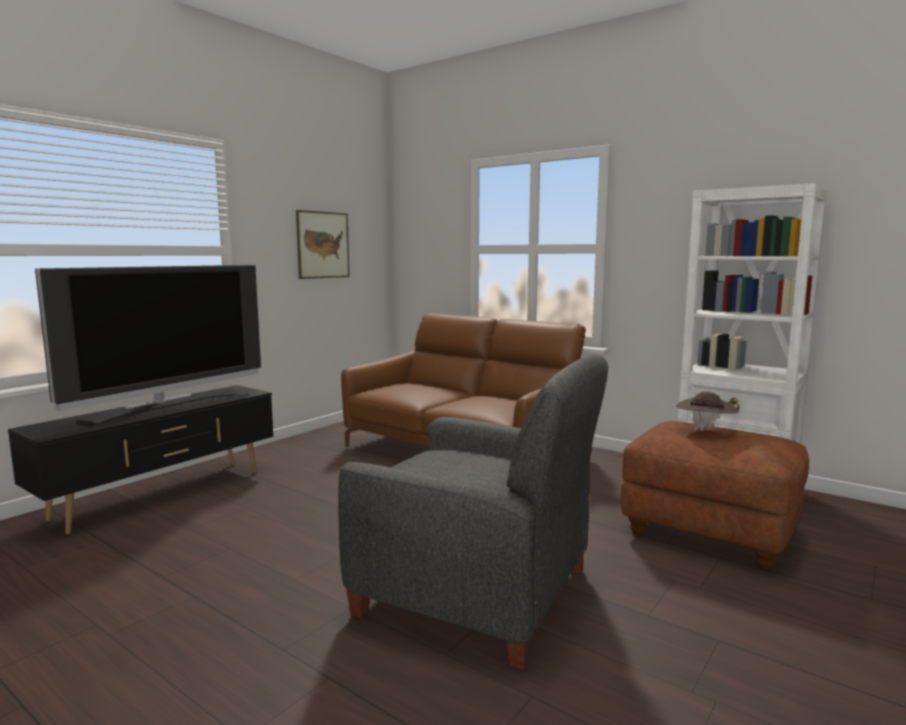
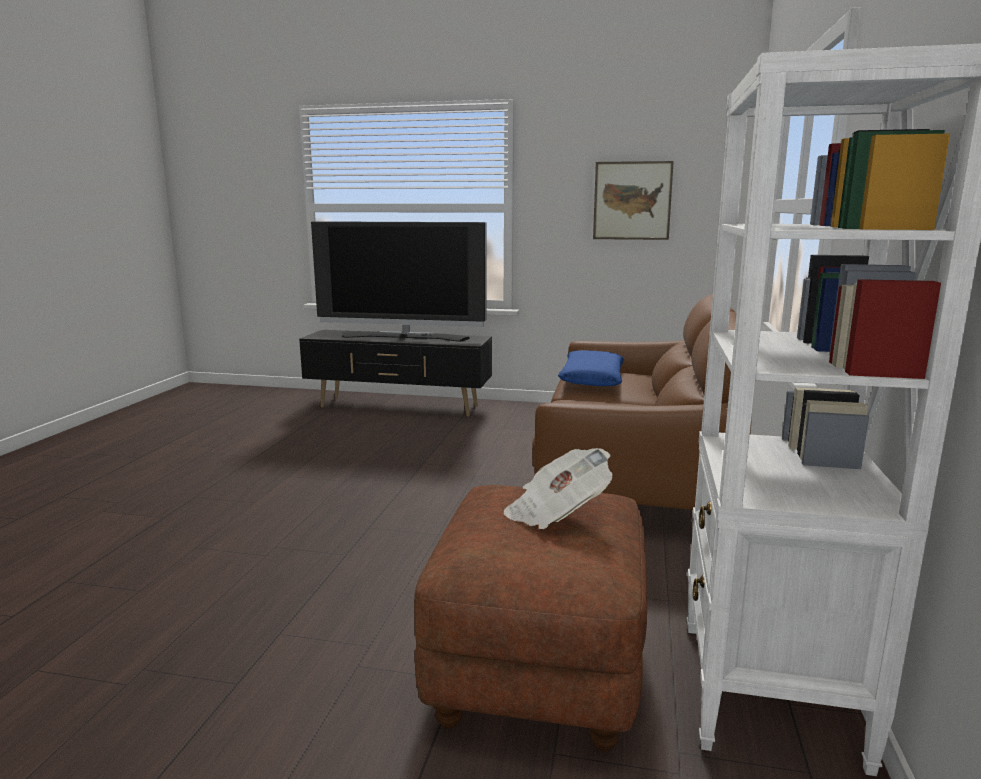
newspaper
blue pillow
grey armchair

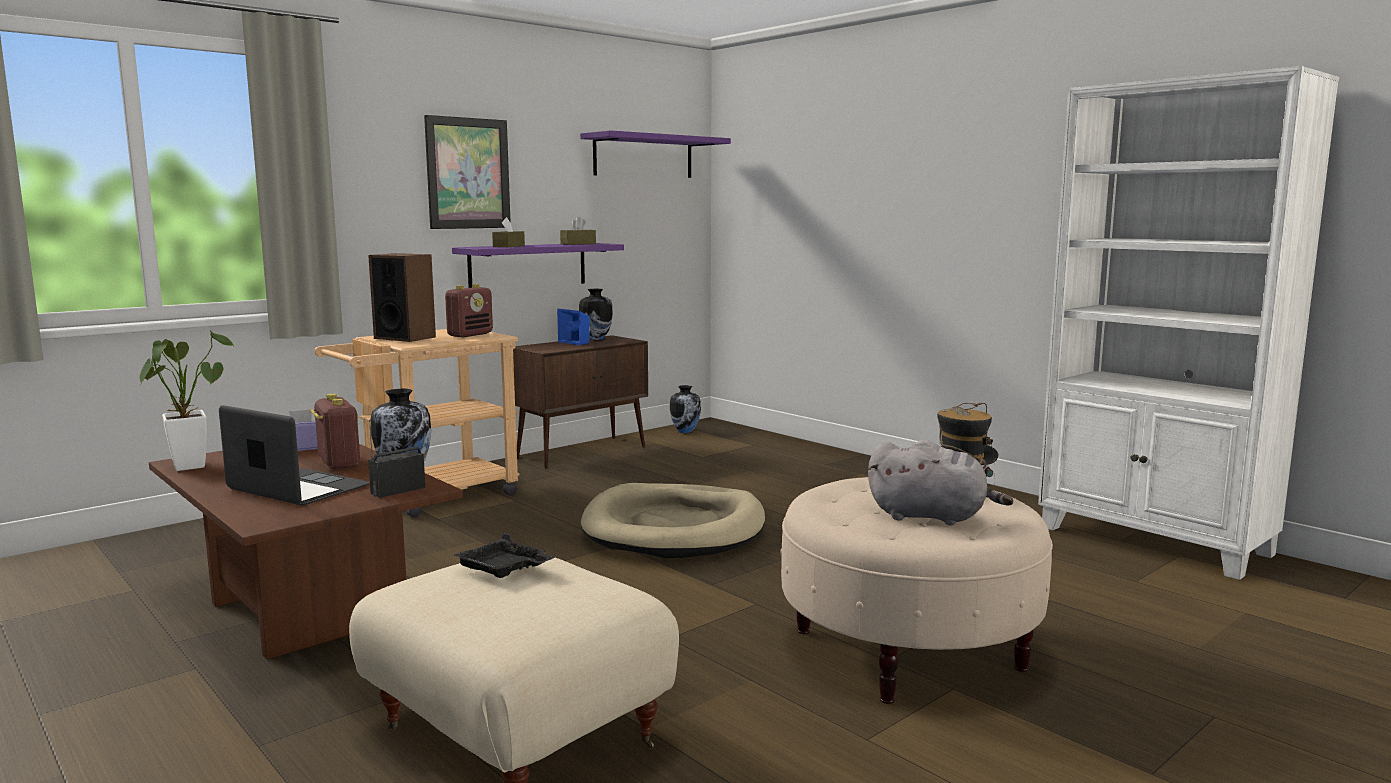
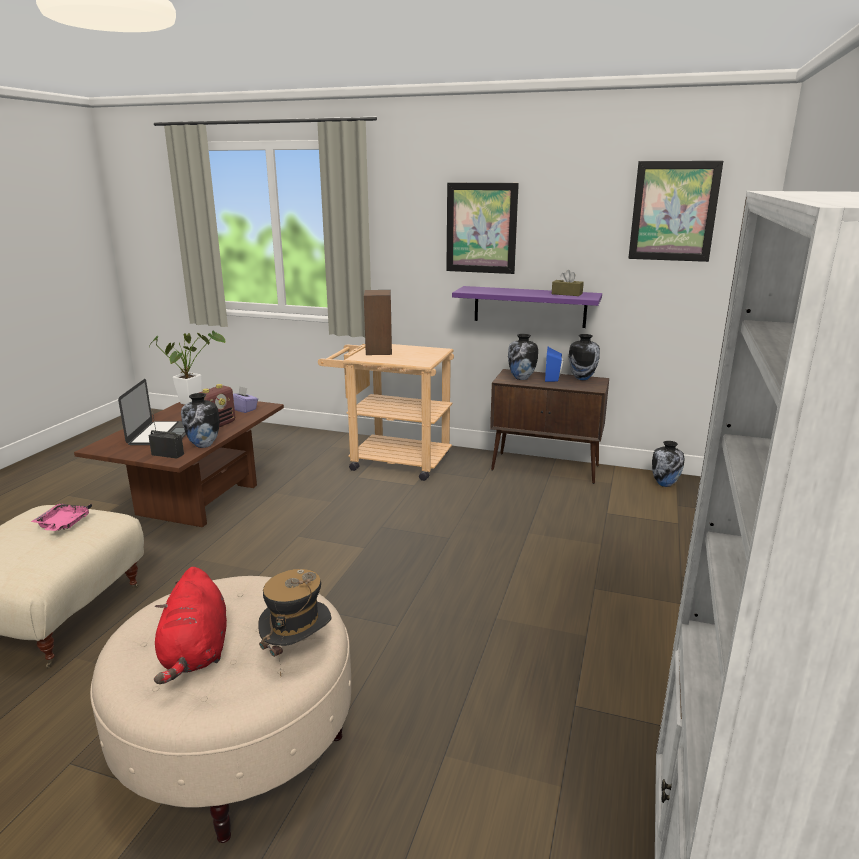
pink tray
red plush toy
vase (2nd from left)
picture (2nd from left)
radio (3rd from left in the first image)
brown tissue box (1st from left in the first image)
beige dog bed

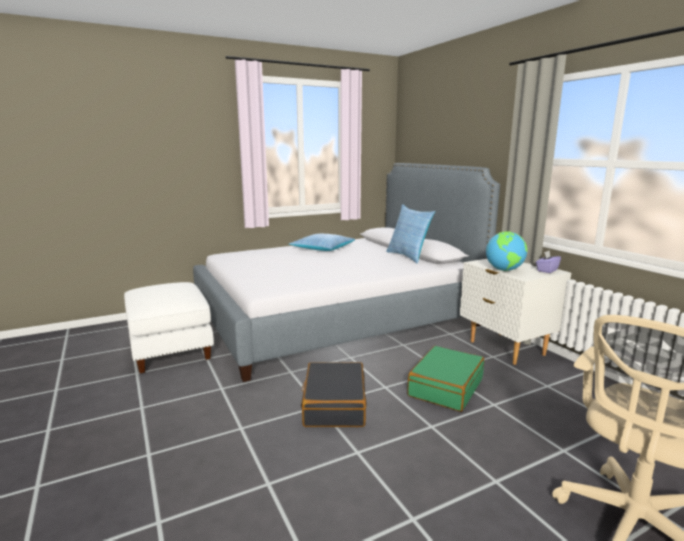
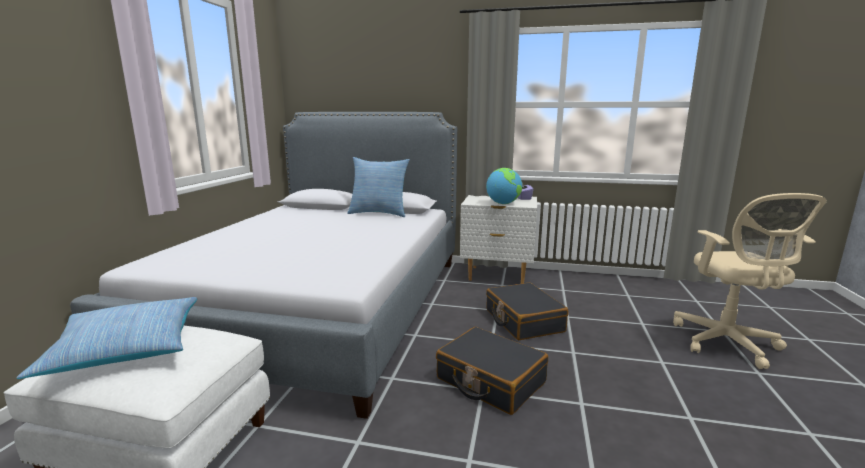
pillow (1st from left)
black suitcase (2nd from left)

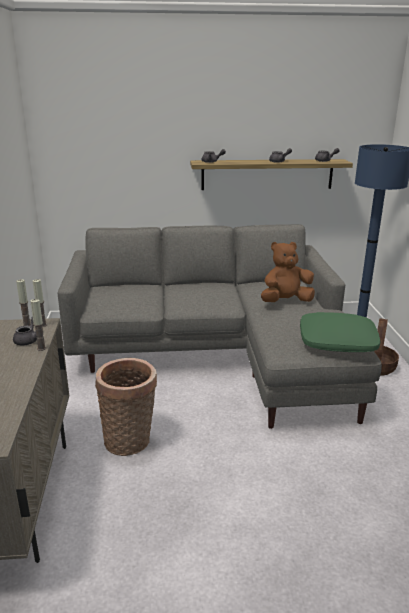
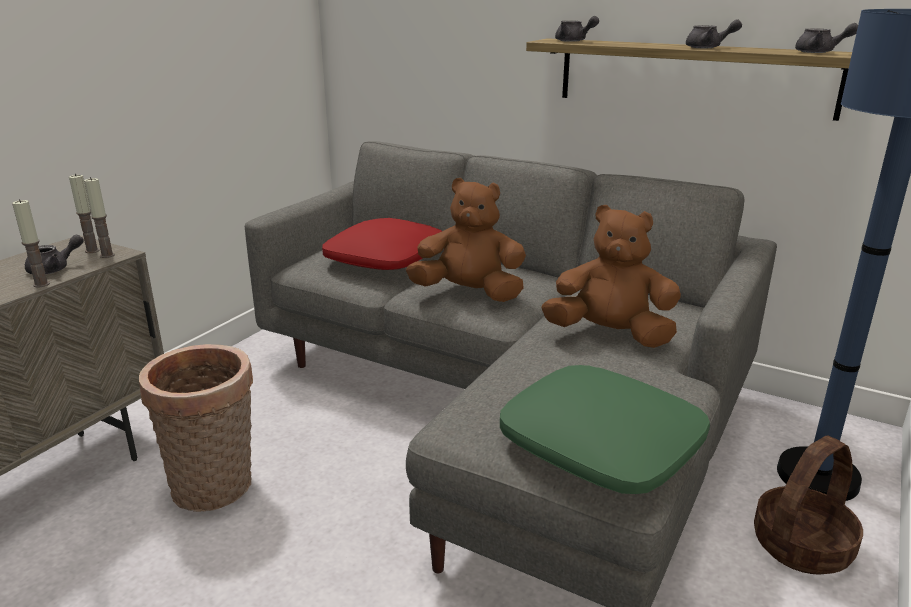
red pillow
brown plush toy (1st from left)

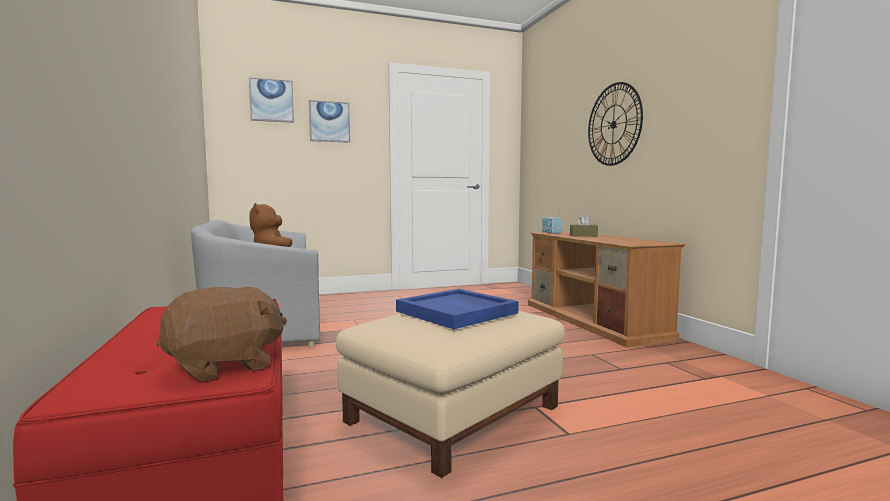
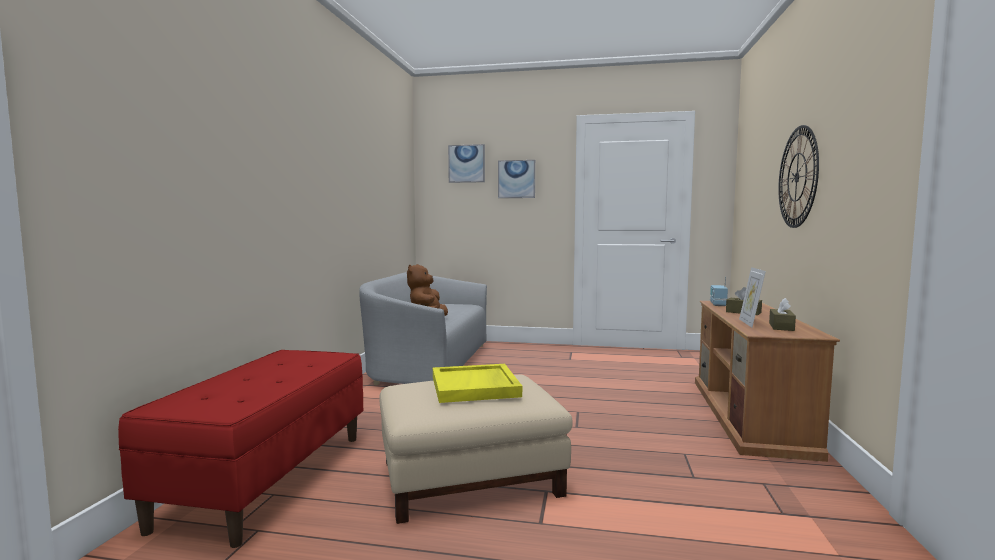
yellow tray
picture frame
brown tissue box (2nd from left)
brown plush toy (1st from left in the first image)

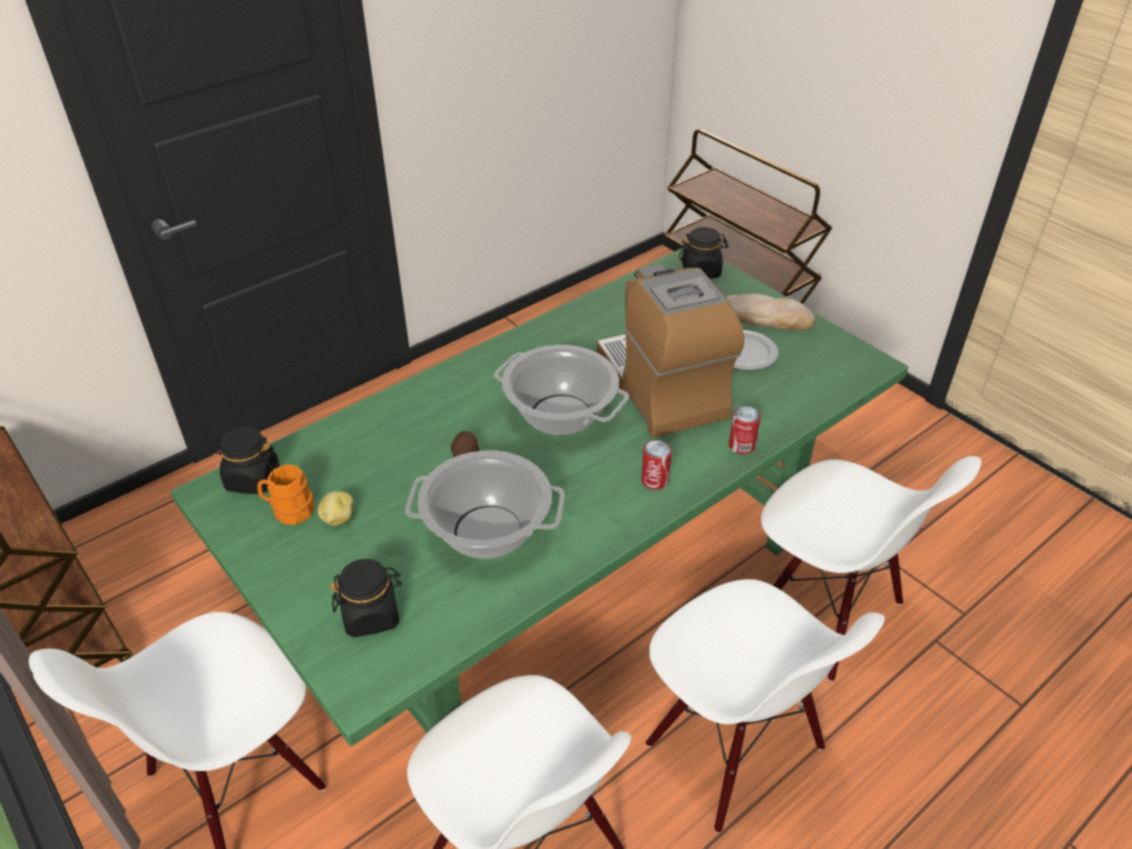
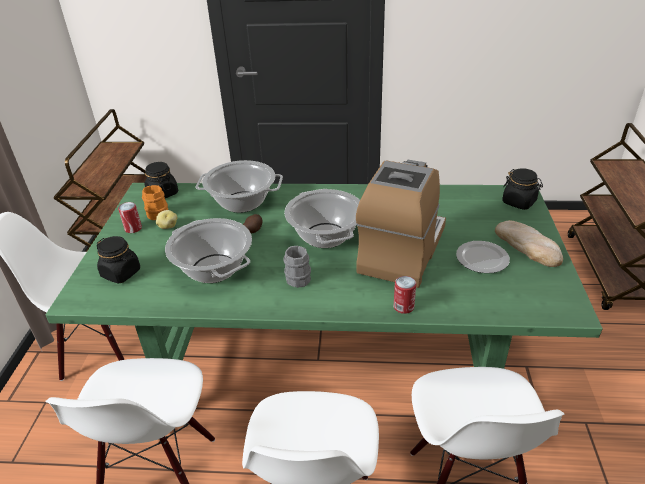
can (1st from left)
cooking pot (2nd from left)
grey mug

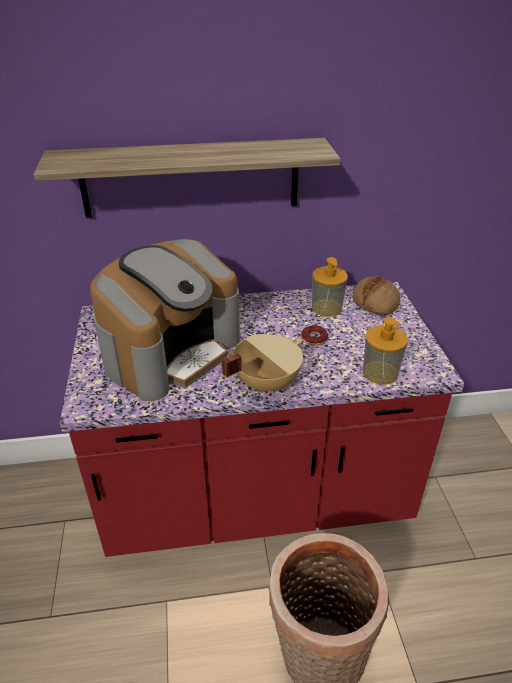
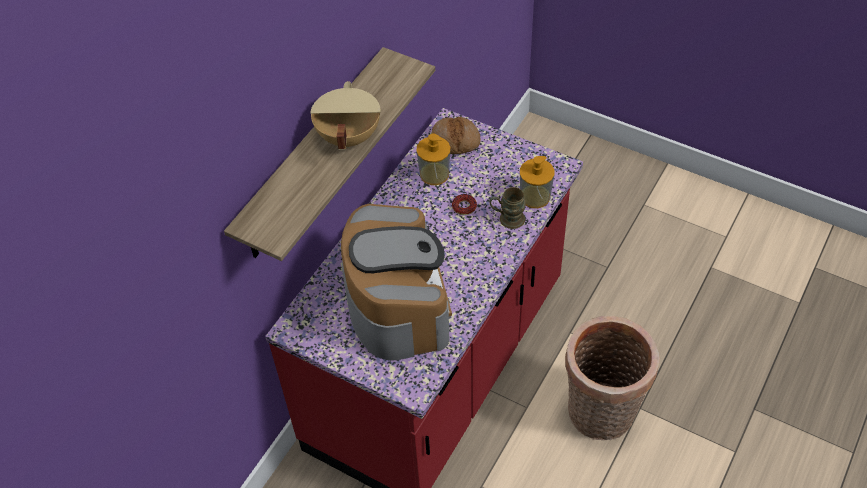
beige cooking pot
brown mug

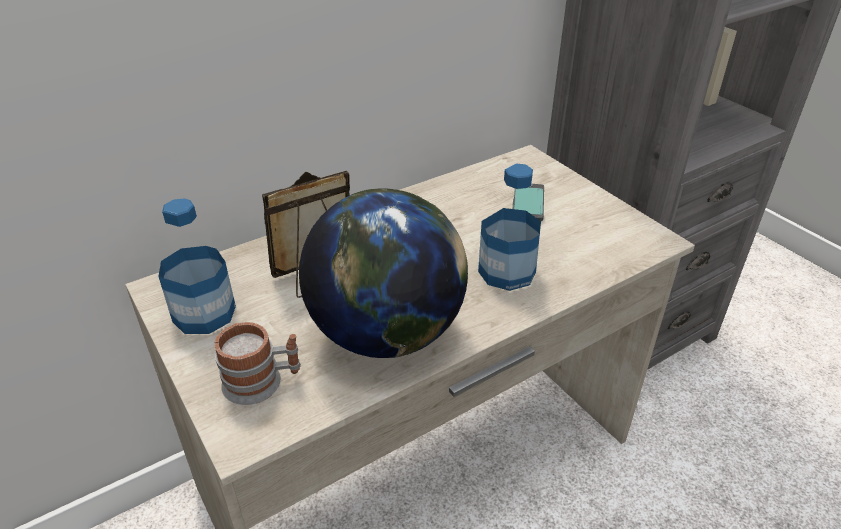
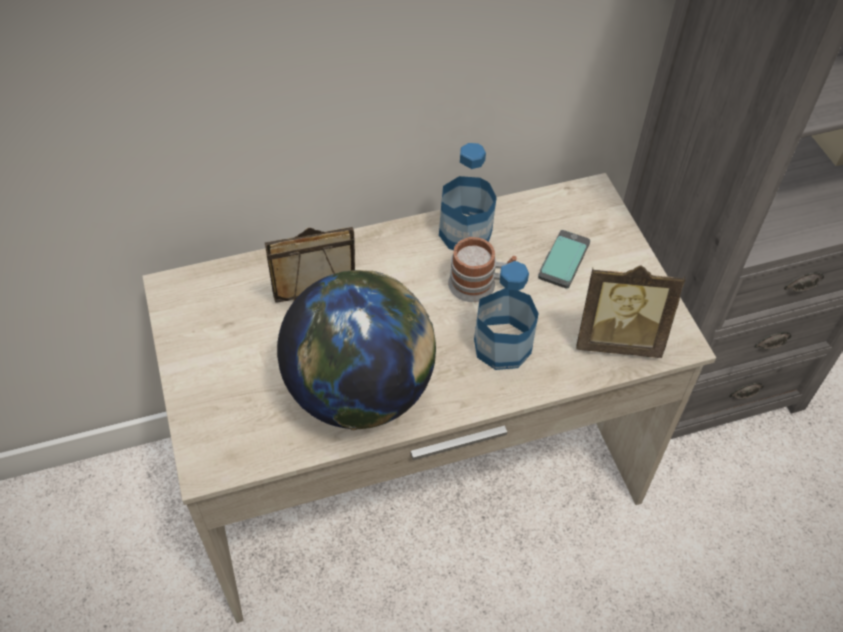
bottle (1st from left)
mug
picture frame (2nd from left)

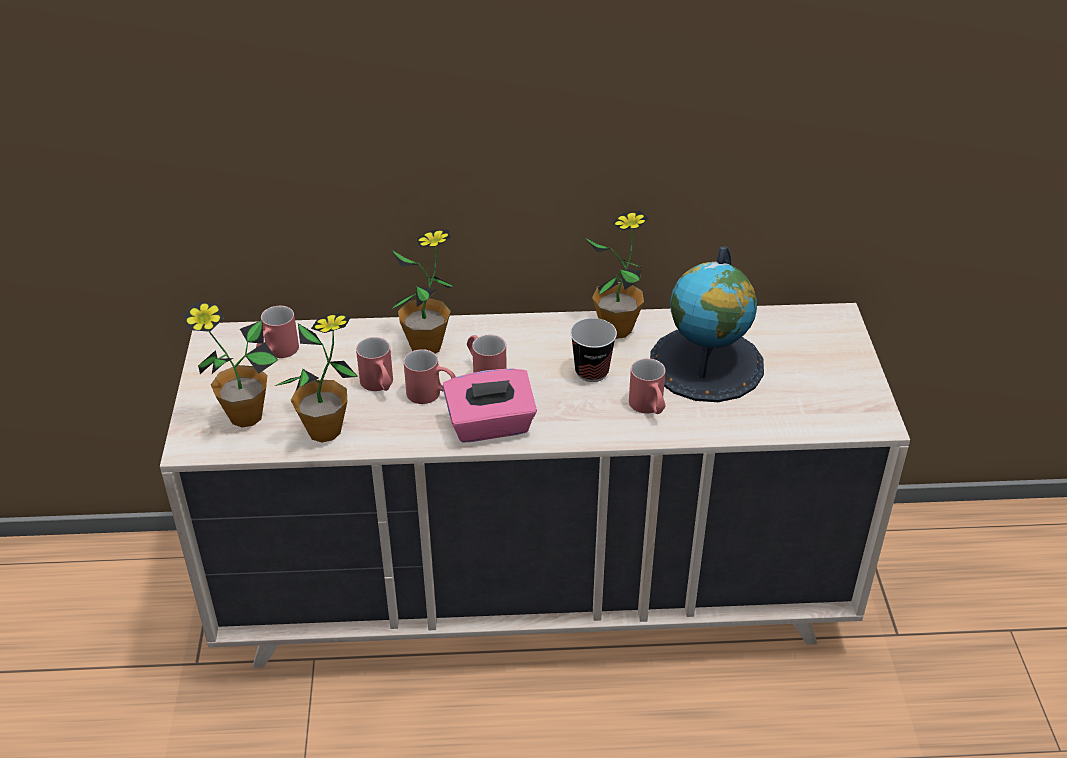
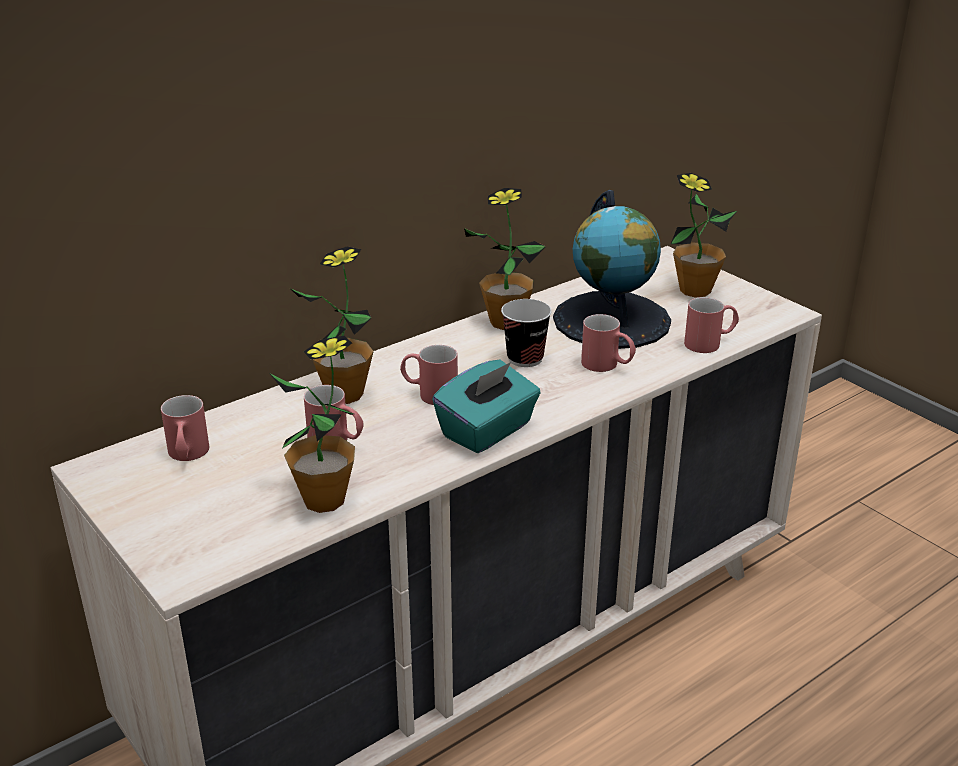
turquoise tissue box
potted plant (4th from left)
red mug (5th from left)

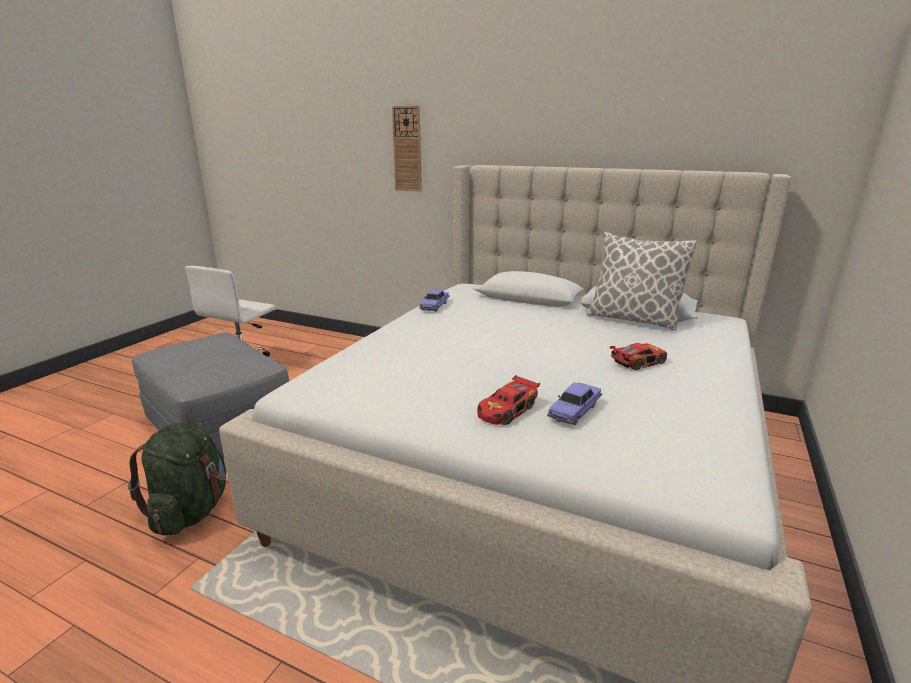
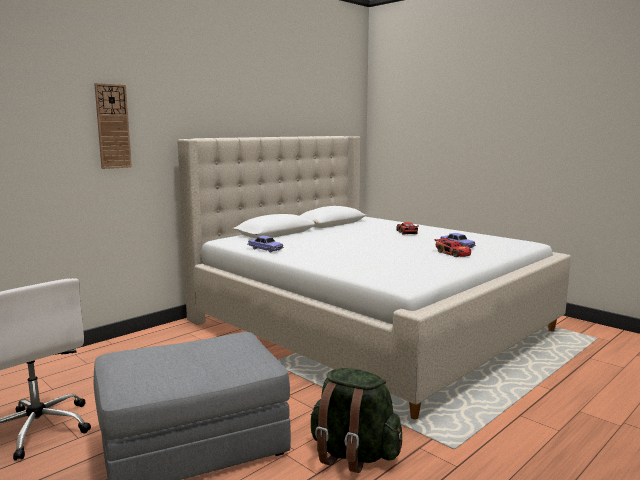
pillow

